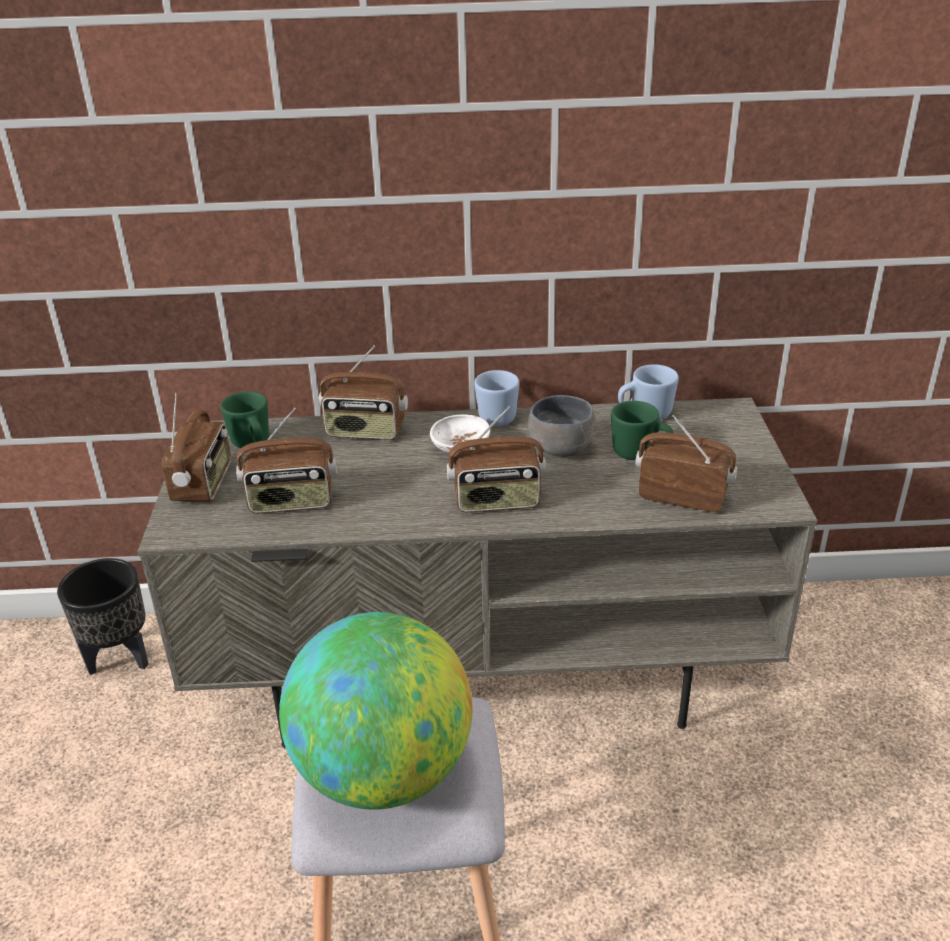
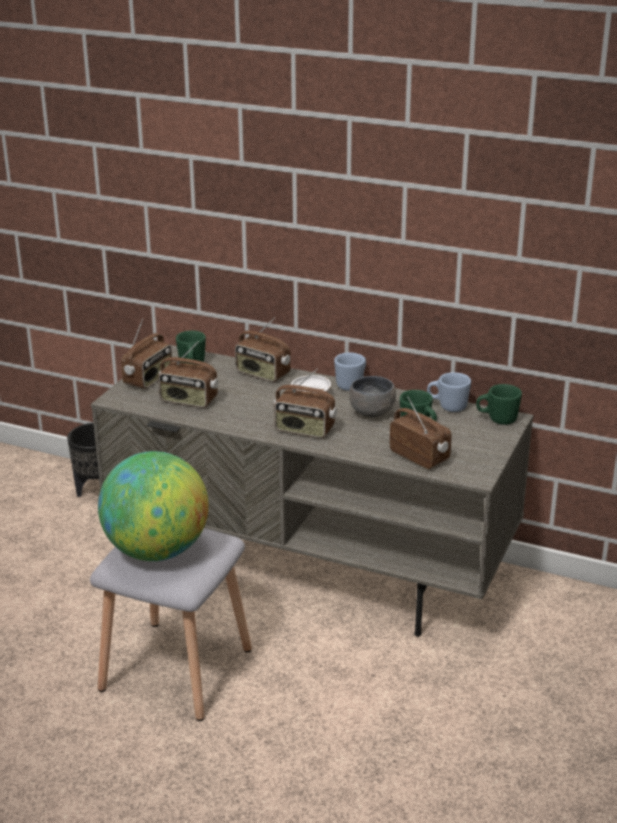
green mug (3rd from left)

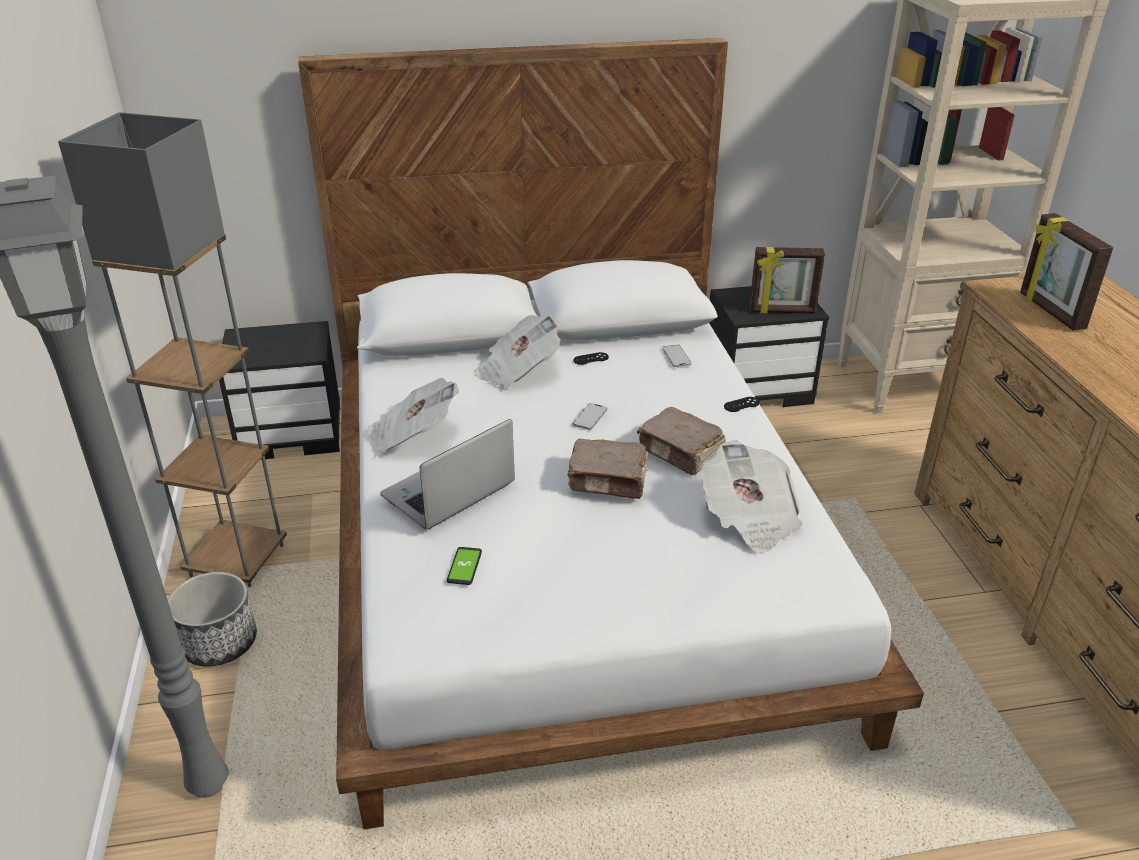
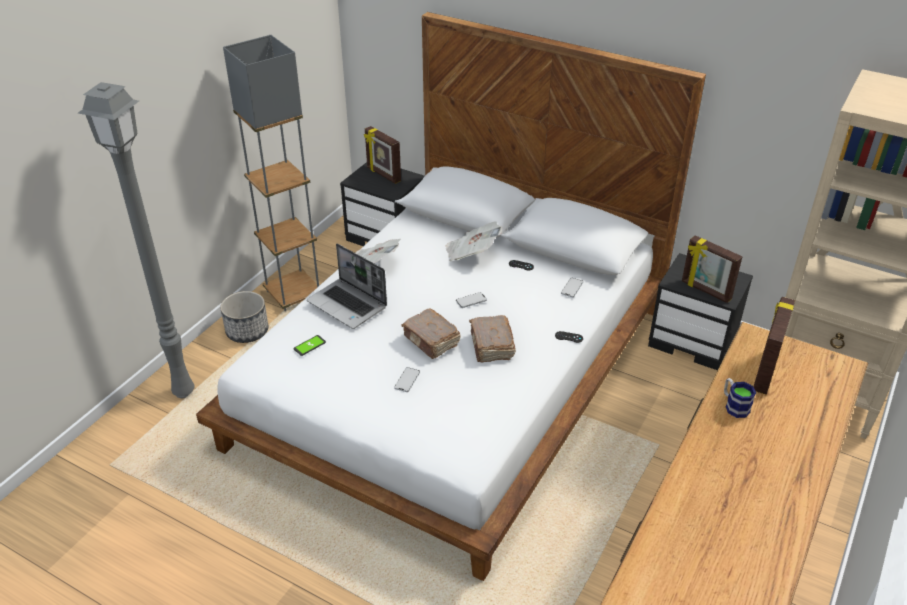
laptop
picture frame (1st from left)
phone (2nd from left)
mug
newspaper (3rd from left in the first image)

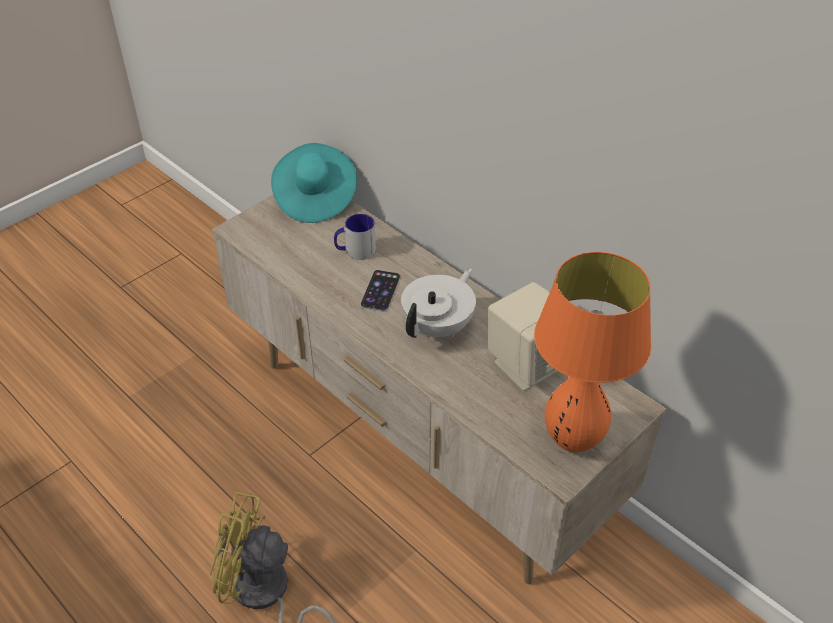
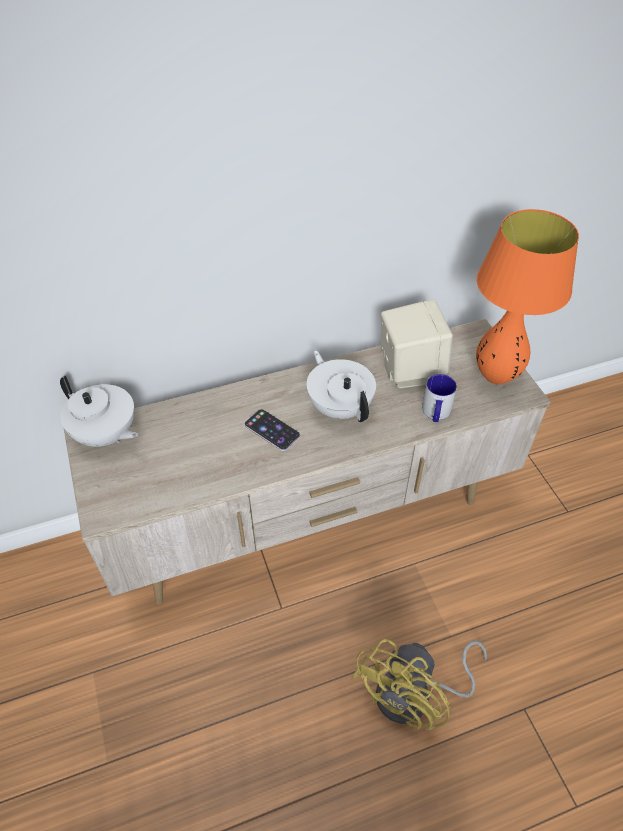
white teapot (1st from left)
mug

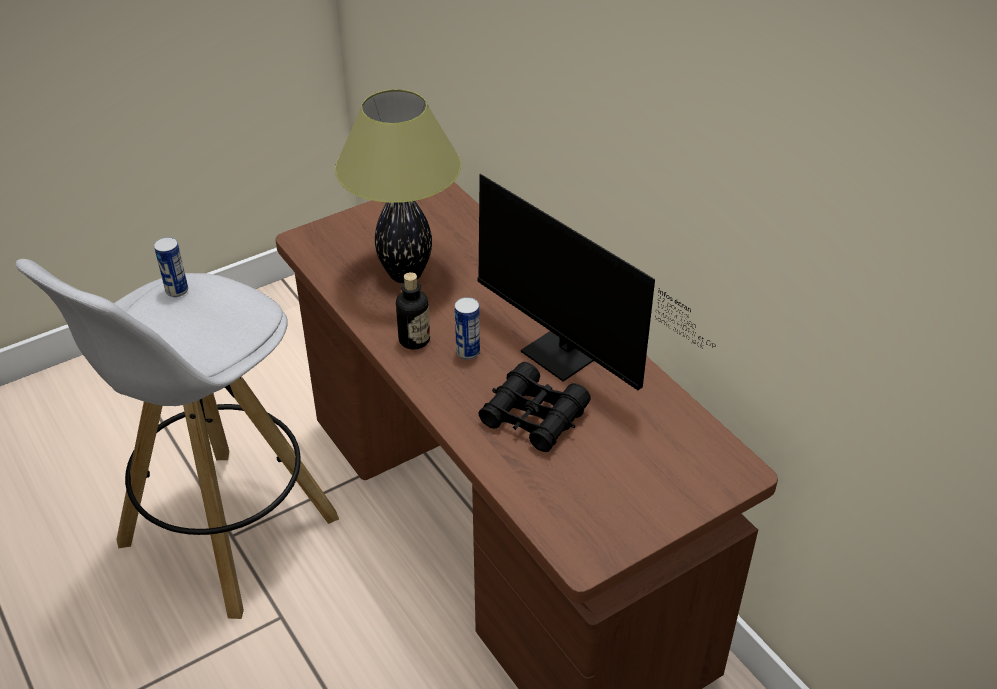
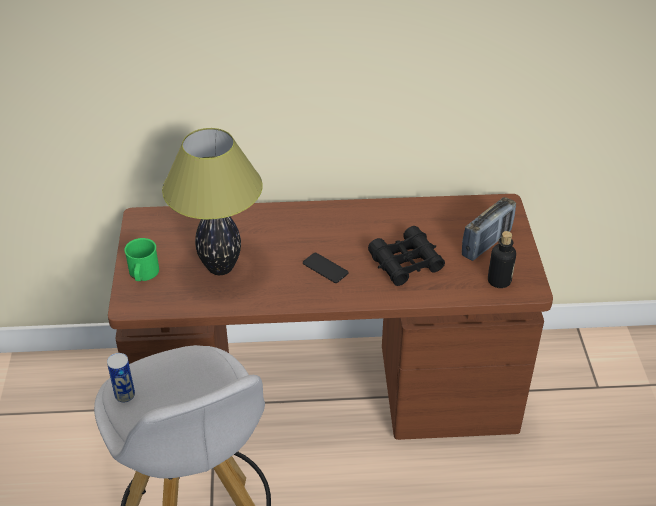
green mug
phone
radio
bottle
monitor

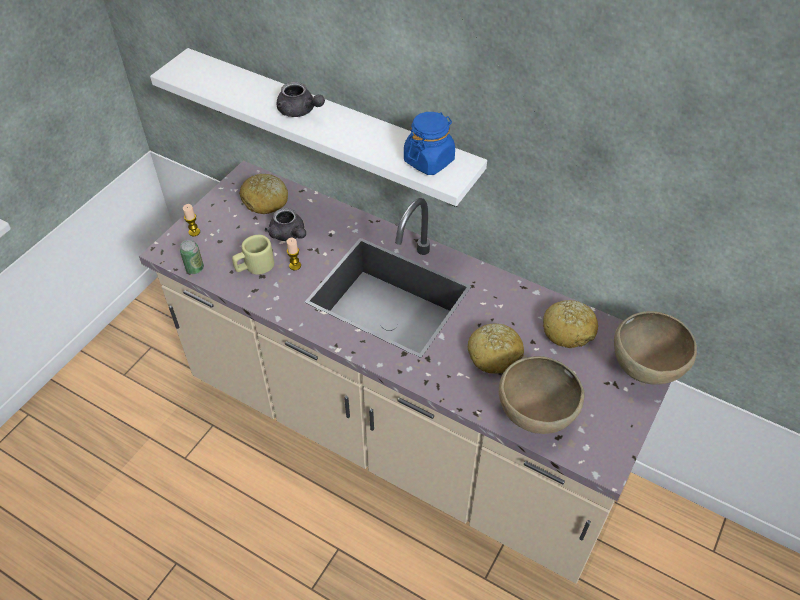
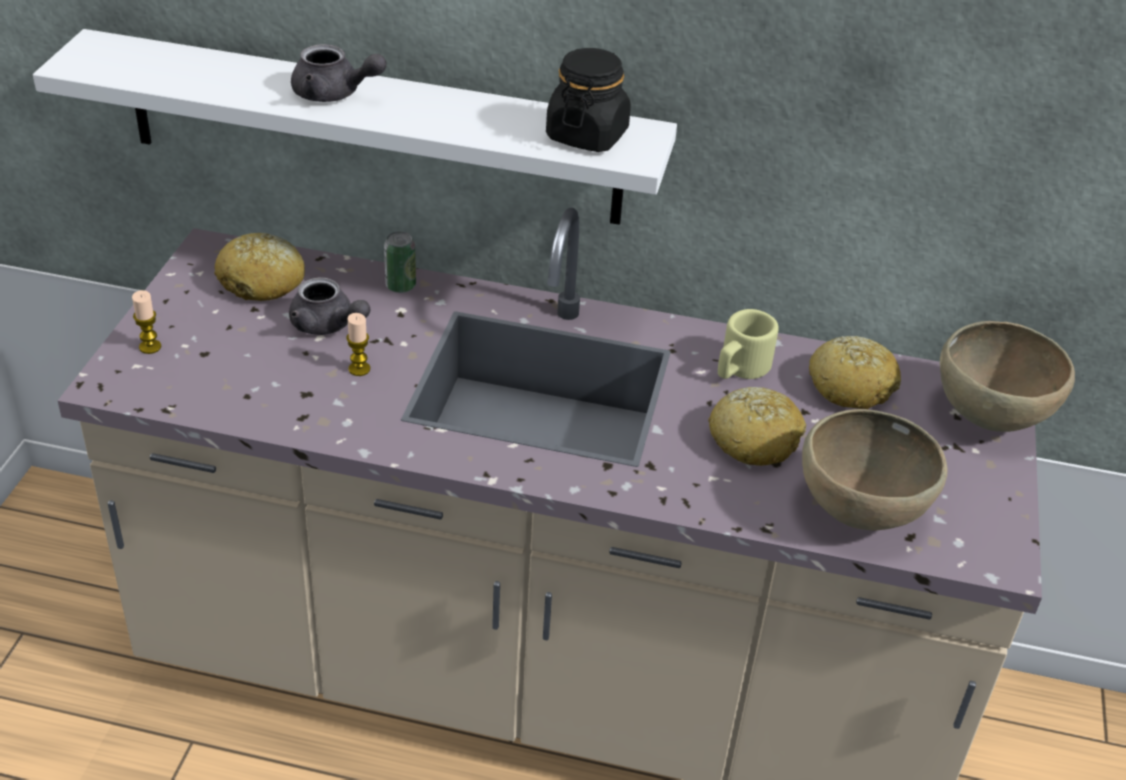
can
black jar
beige mug

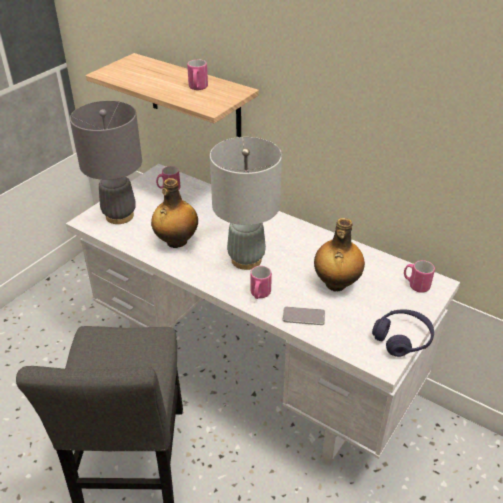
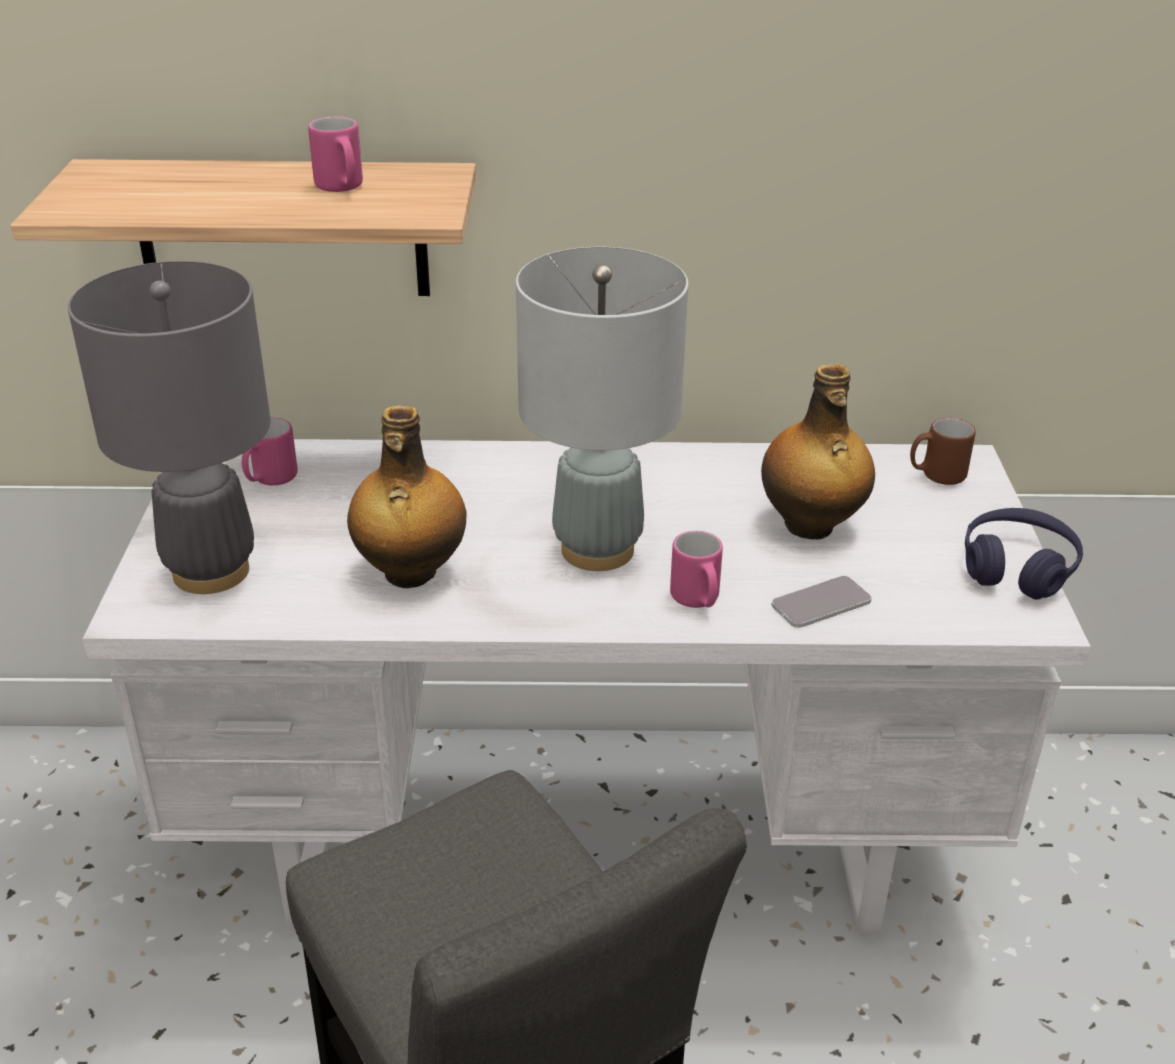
brown mug

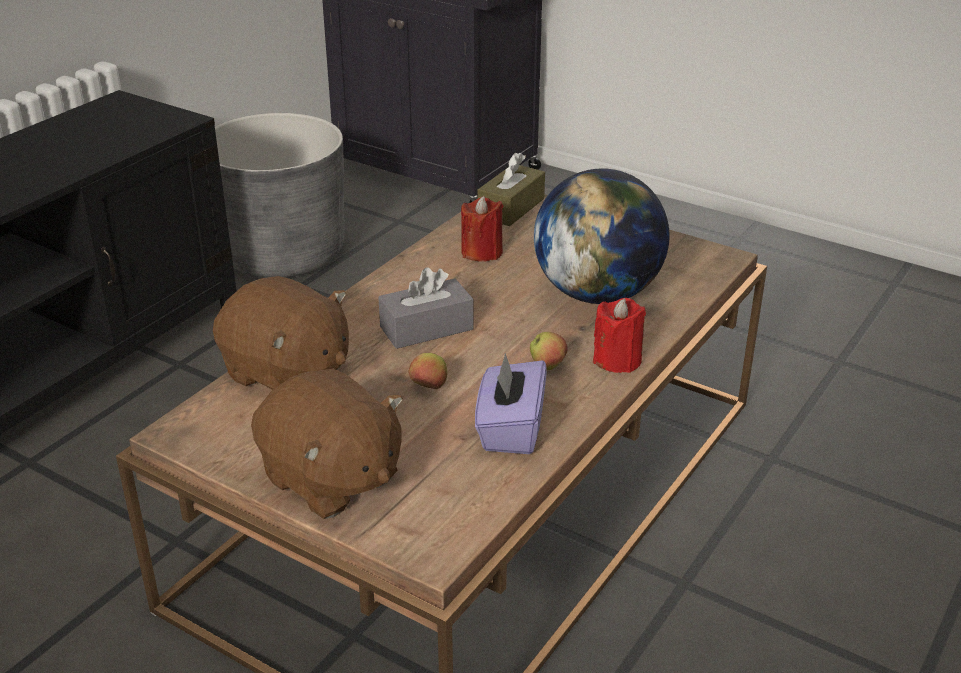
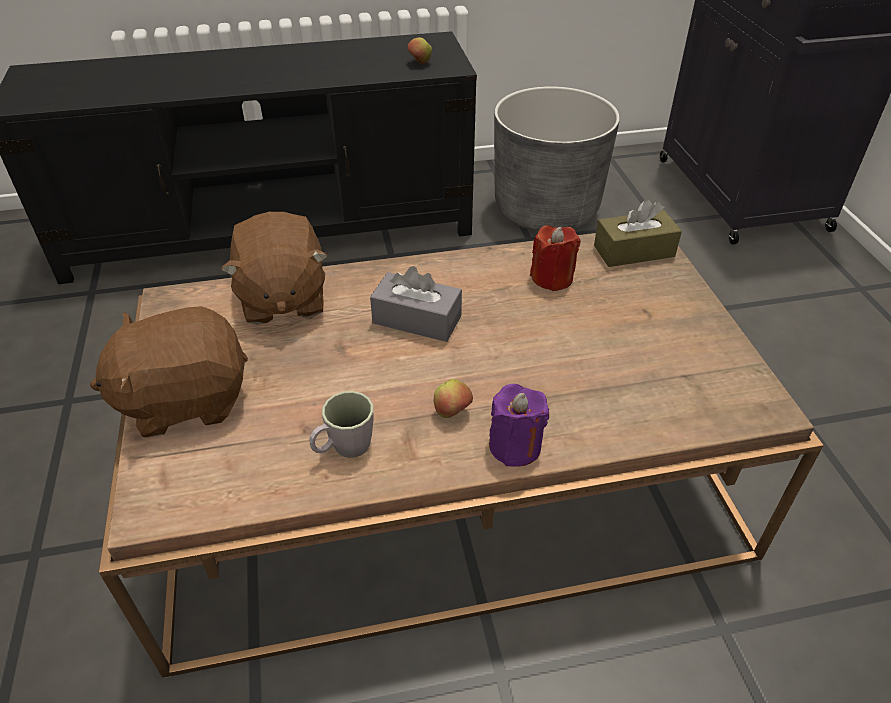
brown plush toy (1st from left)
grey mug
apple (1st from left)
purple candle
globe

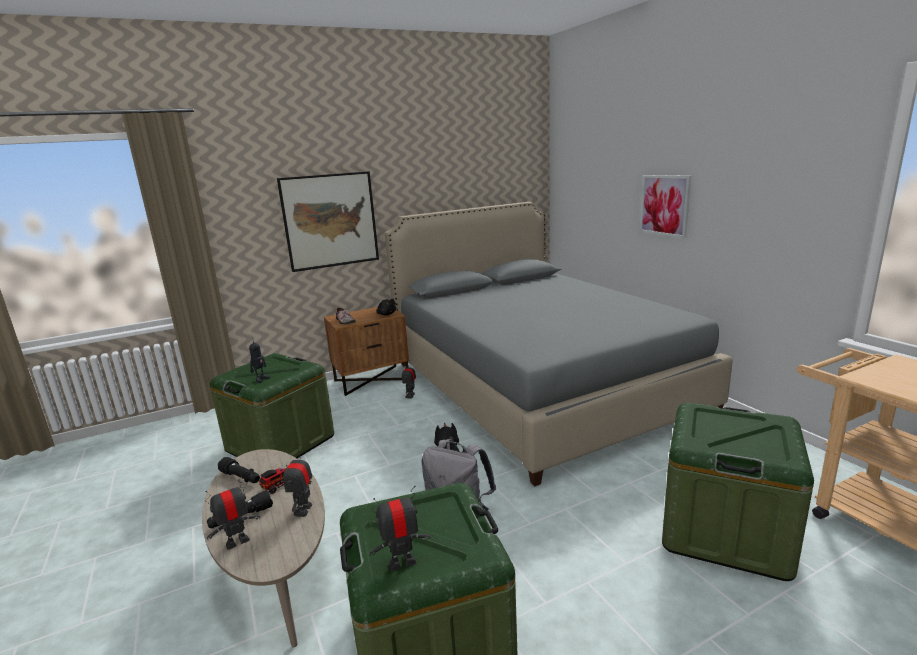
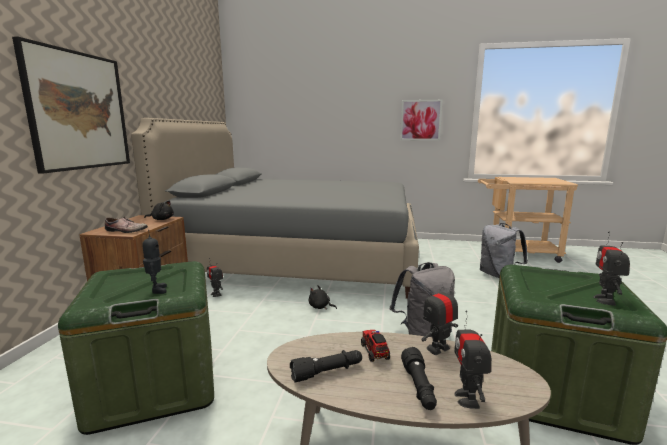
picture (2nd from left)
toy robot (3rd from left)
grey backpack (2nd from left)

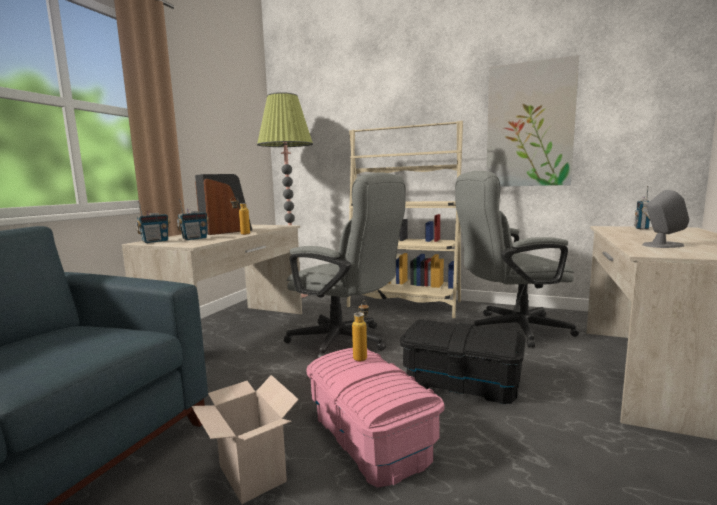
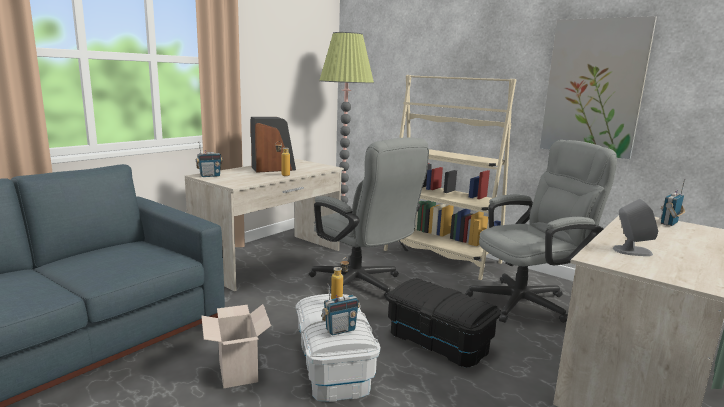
white storage box
radio (2nd from left)
grey office chair (2nd from left)

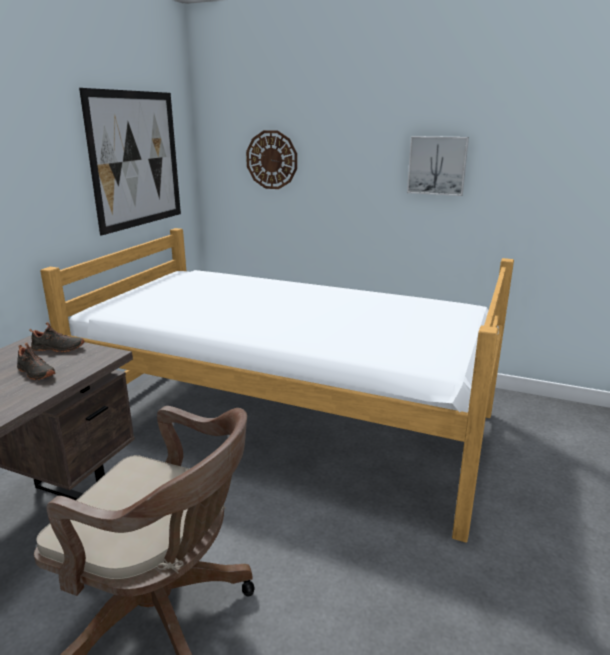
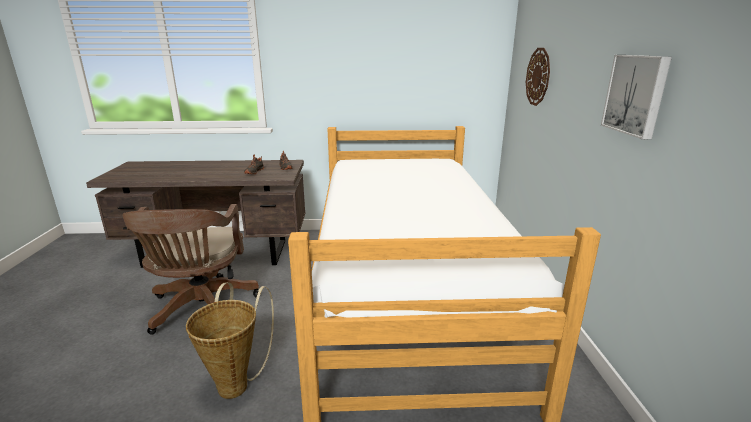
basket
picture (1st from left in the first image)

